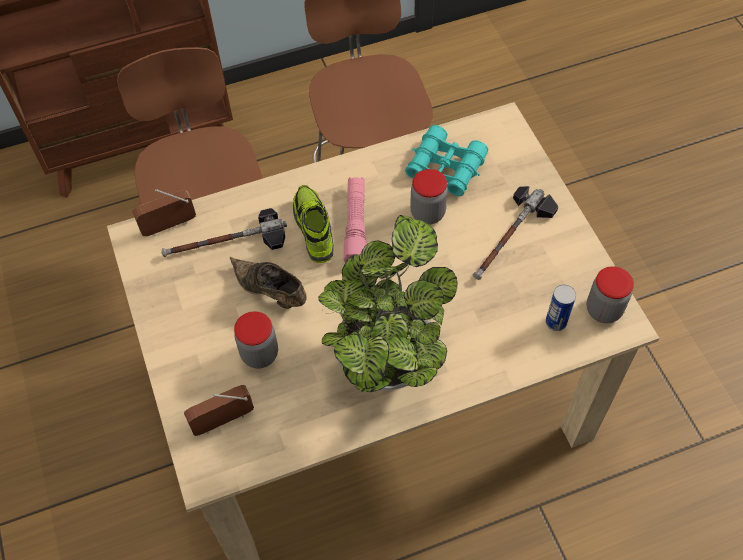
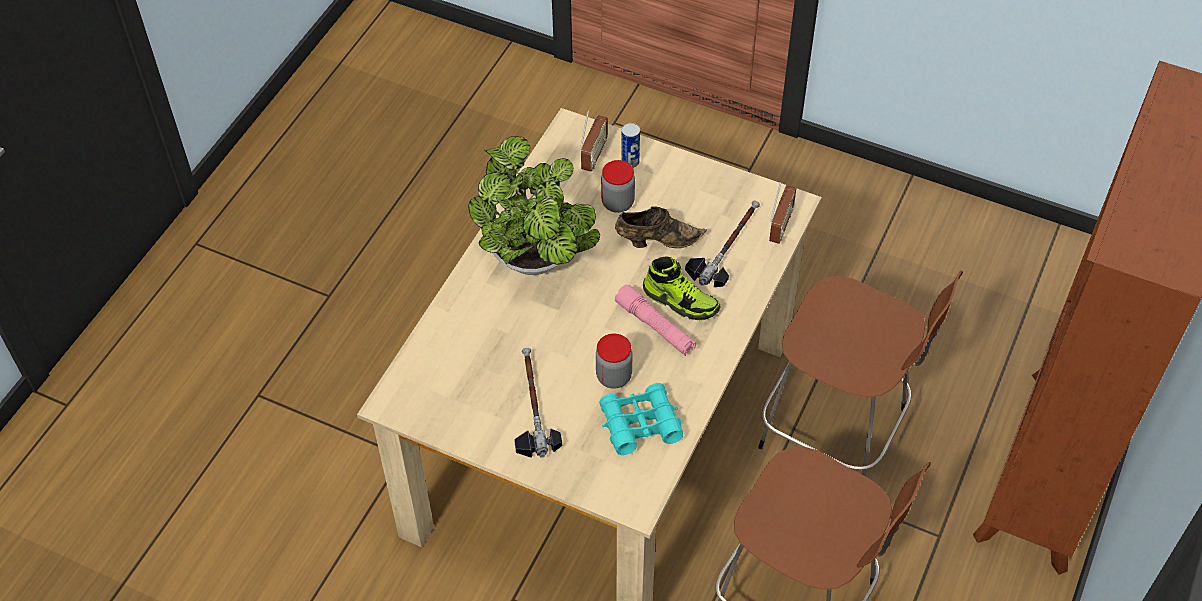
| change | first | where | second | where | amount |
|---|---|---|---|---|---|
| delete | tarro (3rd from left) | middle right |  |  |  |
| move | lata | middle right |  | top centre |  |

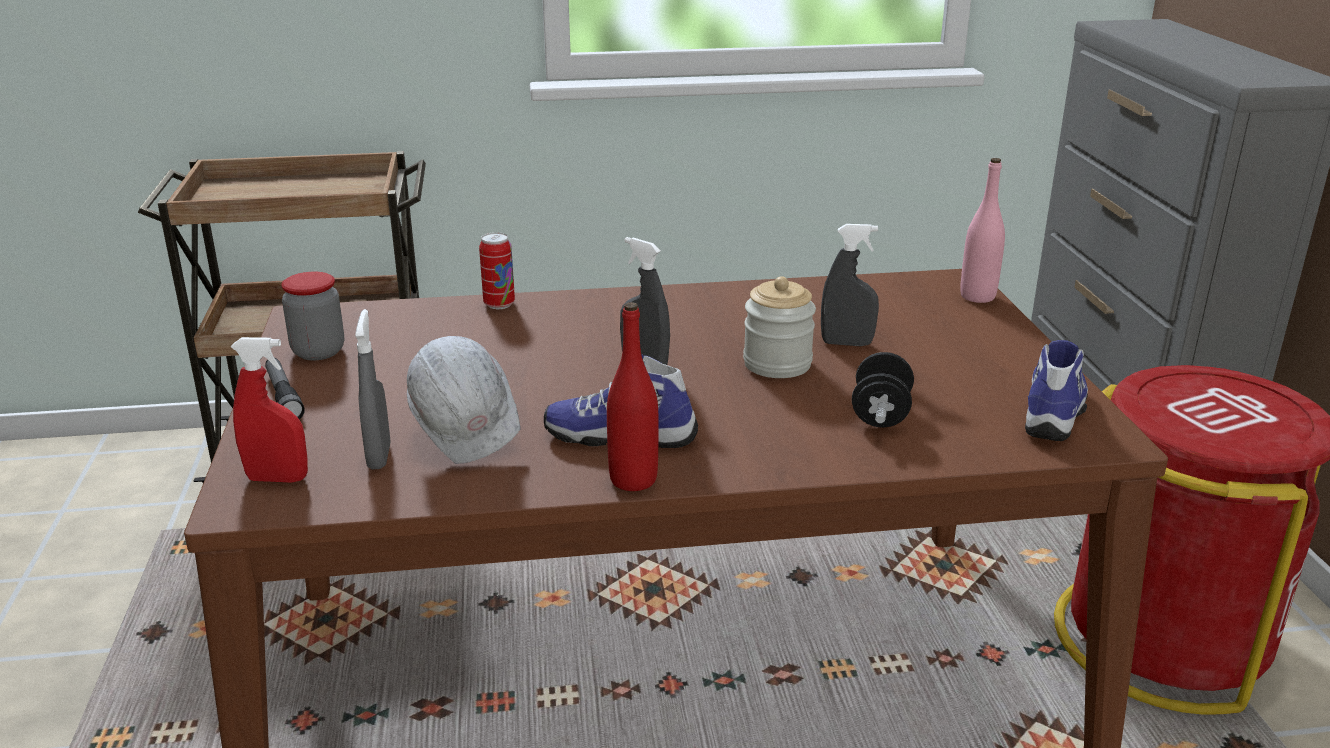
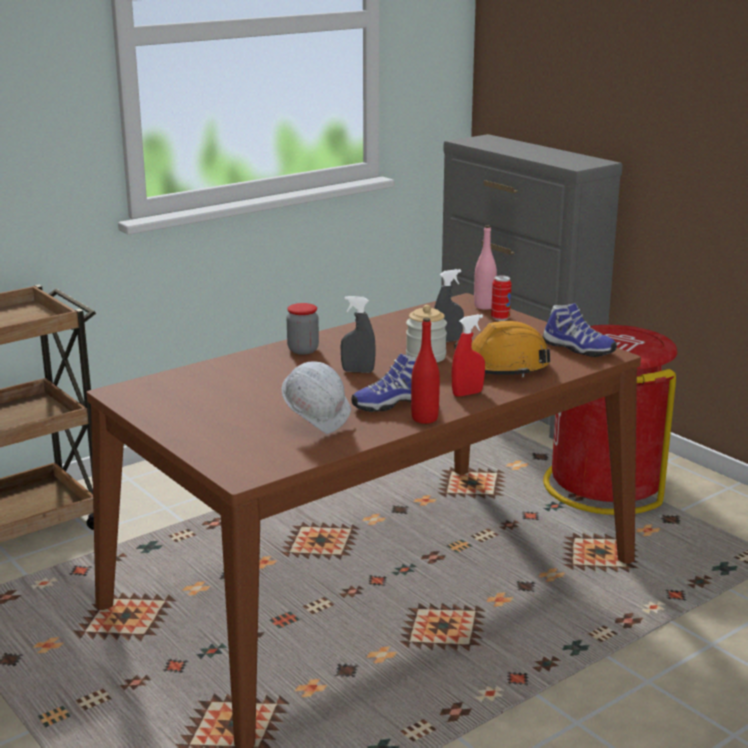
| change | first | where | second | where | amount |
|---|---|---|---|---|---|
| delete | linterna | middle left |  |  |  |
| delete | pulverizador/gris (1st from left) | middle left |  |  |  |
| move | pulverizador/rojo | middle left |  | centre |  |
| move | tarro (1st from left) | middle left |  | centre |  |
| move | lata | centre |  | middle right |  |
| replace | mancuerna/negro | centre | casco/naranja | middle right |  |
| rotate | zapato (2nd from left) | middle right |  | middle right | 135 degrees clockwise |

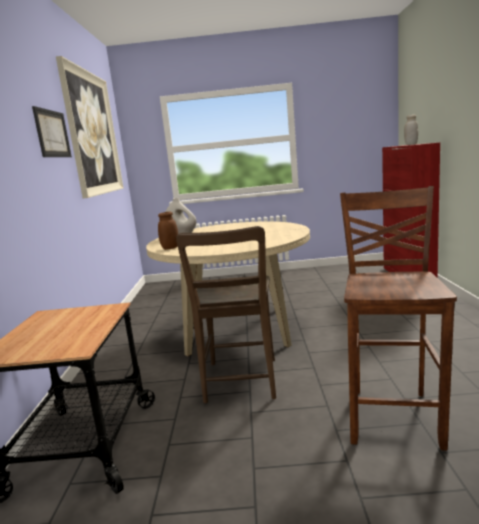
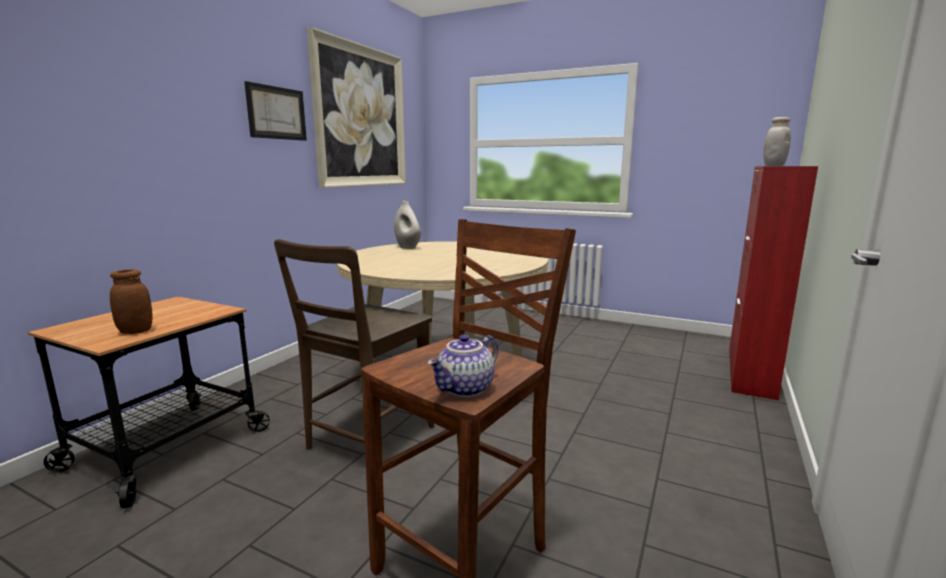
| change | first | where | second | where | amount |
|---|---|---|---|---|---|
| insert |  |  | tetera | centre |  |
| move | tarro/marrón | centre |  | middle left |  |

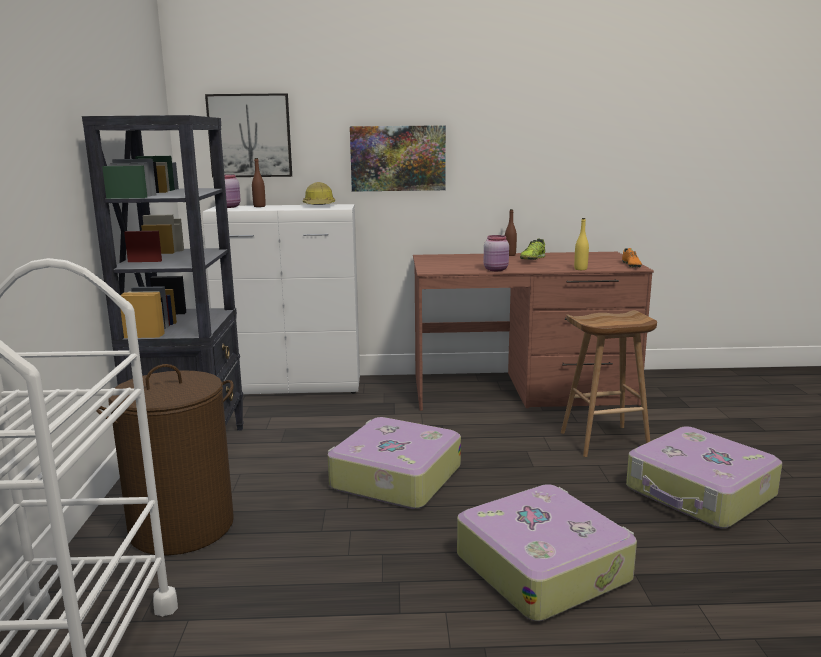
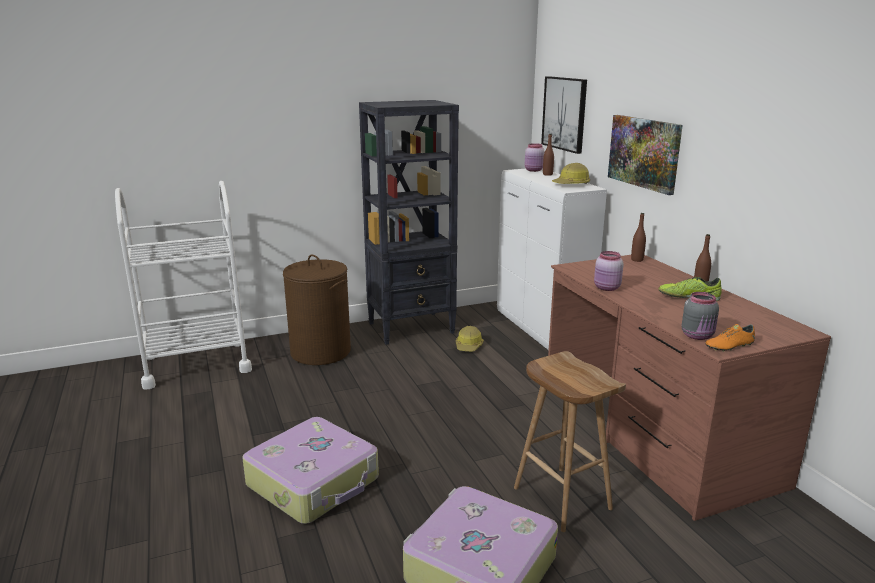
| change | first | where | second | where | amount |
|---|---|---|---|---|---|
| delete | maleta (1st from left) | bottom centre |  |  |  |
| delete | botella/amarillo | middle right |  |  |  |
| insert |  |  | casco (1st from left) | centre |  |
| insert |  |  | botella/marrón (2nd from left) | middle right |  |
| insert |  |  | tarro/gris | middle right |  |

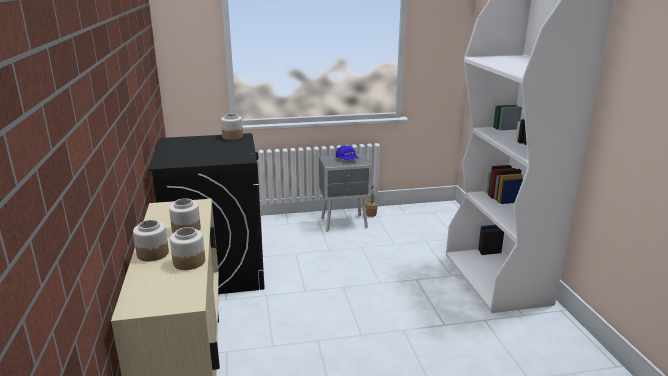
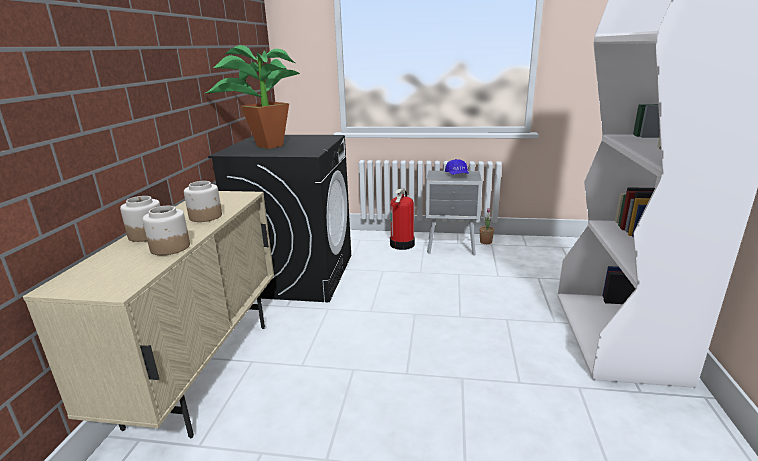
| change | first | where | second | where | amount |
|---|---|---|---|---|---|
| delete | tarro (4th from left) | centre |  |  |  |
| insert |  |  | planta en maceta (1st from left) | top left |  |
| insert |  |  | extintor | centre |  |

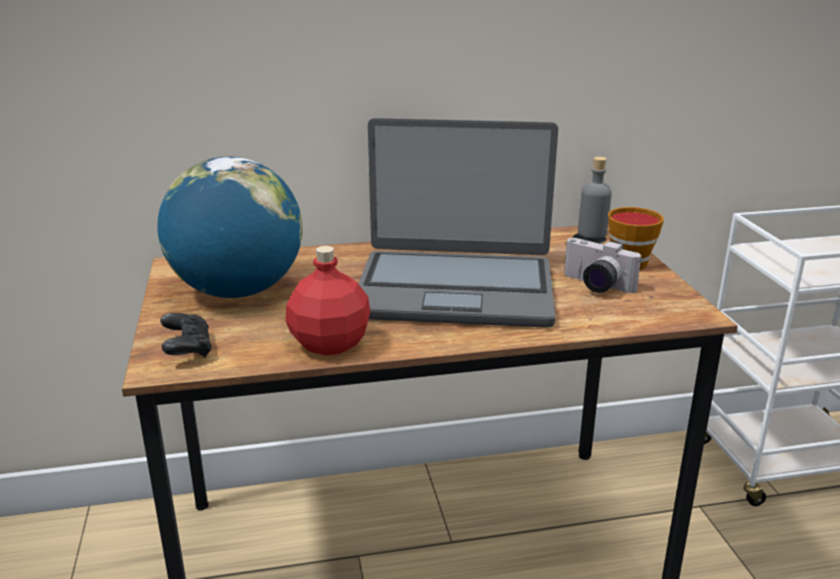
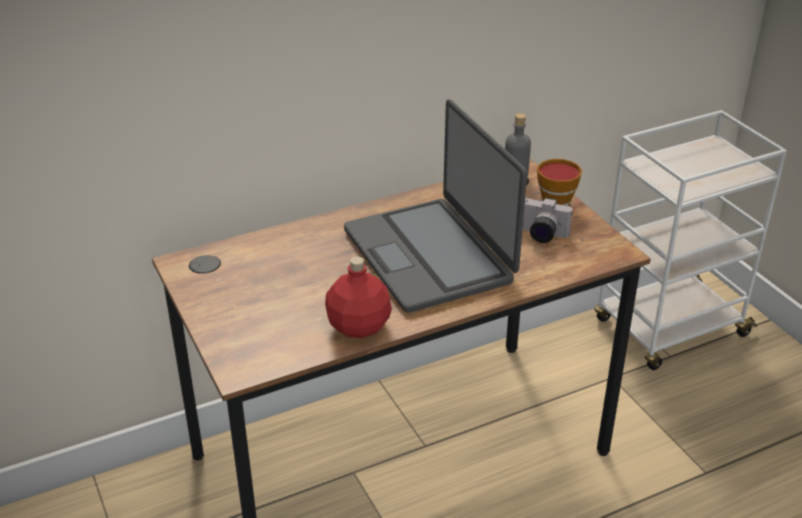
| change | first | where | second | where | amount |
|---|---|---|---|---|---|
| delete | globo terráqueo | middle left |  |  |  |
| delete | mando de consola/negro | middle left |  |  |  |
| rotate | portátil | centre |  | centre | 75 degrees clockwise |

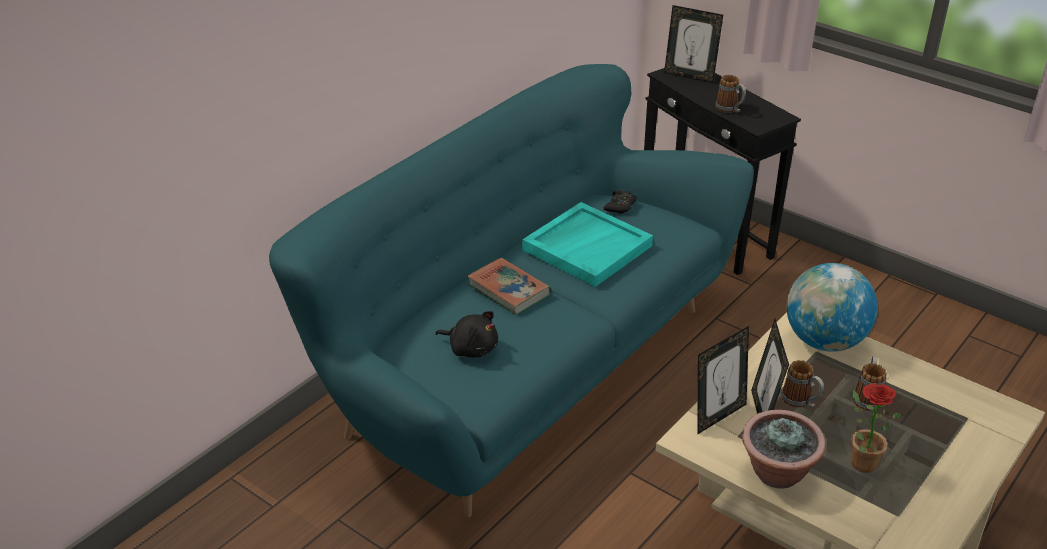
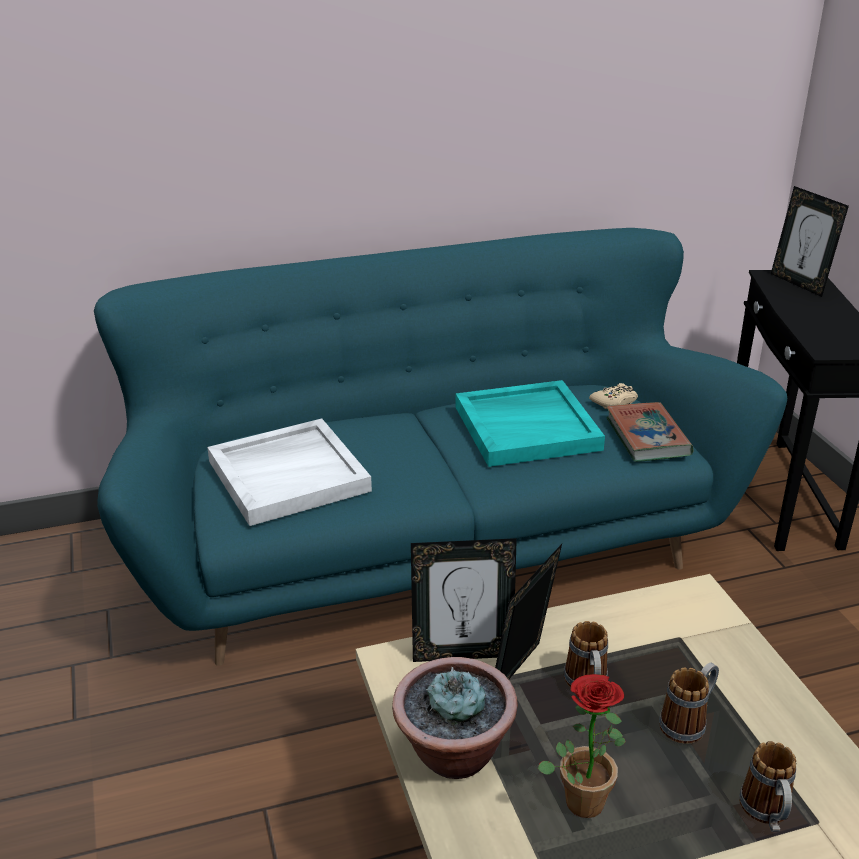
| change | first | where | second | where | amount |
|---|---|---|---|---|---|
| delete | globo terráqueo | middle right |  |  |  |
| move | libro | centre |  | middle right |  |
| move | taza grande (1st from left in the first image) | top right | taza grande (3rd from left) | bottom right |  |
| replace | peluche/negro | centre | bandeja/blanco | centre |  |
| recolor | mando de consola/negro | centre | mando de consola/beis | middle right |  |

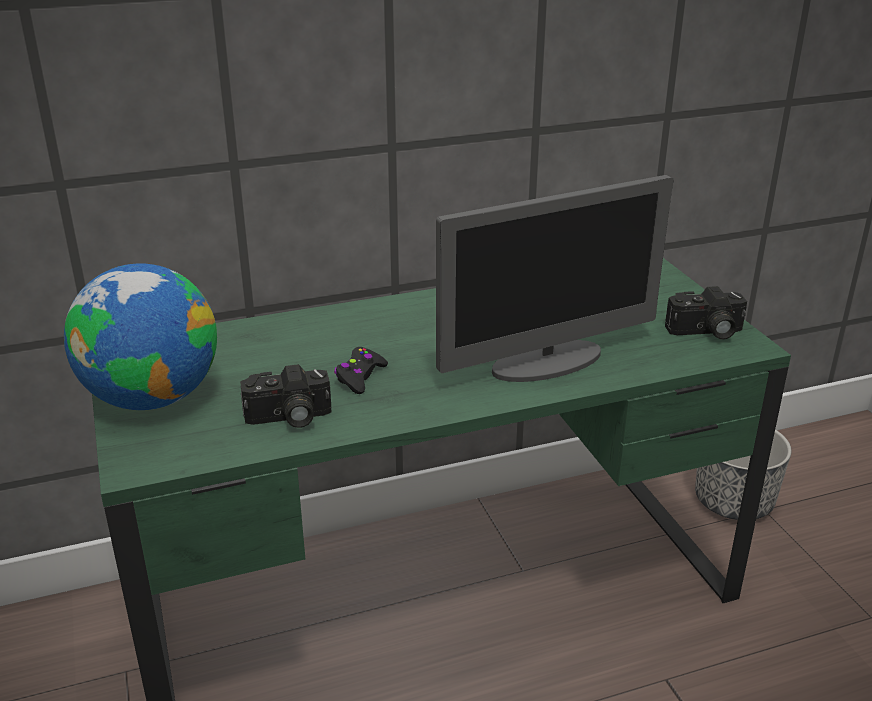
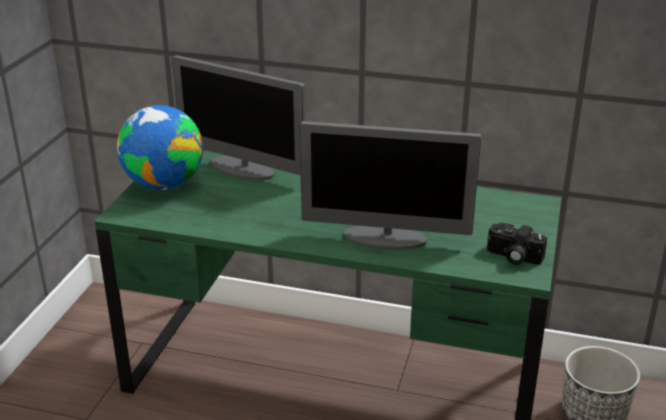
| change | first | where | second | where | amount |
|---|---|---|---|---|---|
| delete | cámara (1st from left) | middle left |  |  |  |
| delete | mando de consola/negro | centre |  |  |  |
| insert |  |  | monitor (1st from left) | top centre |  |

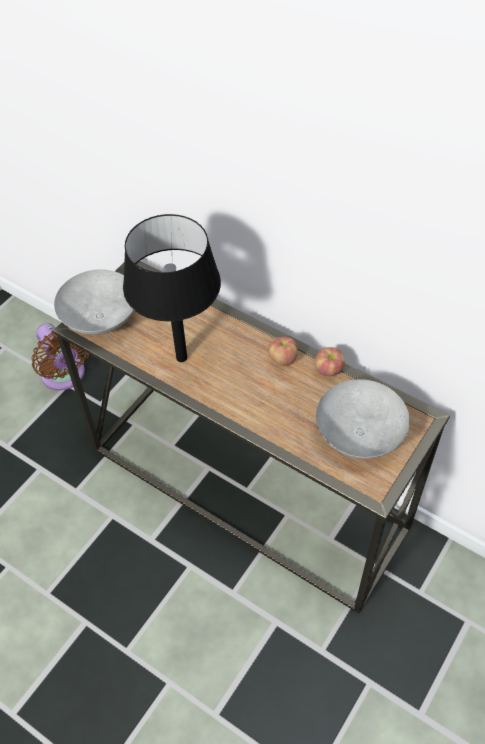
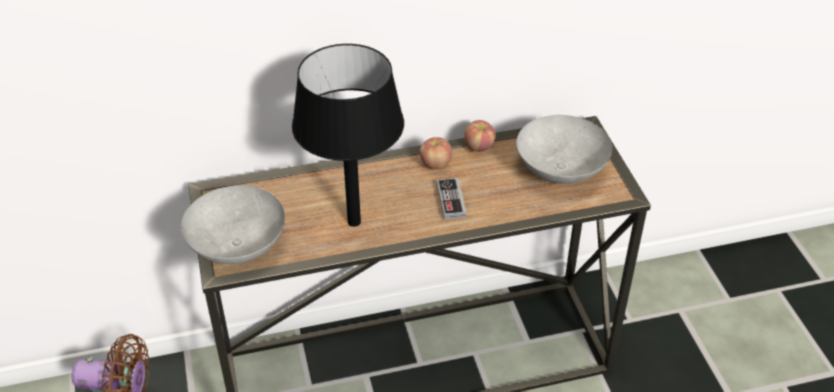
| change | first | where | second | where | amount |
|---|---|---|---|---|---|
| insert |  |  | mando de consola | centre |  |

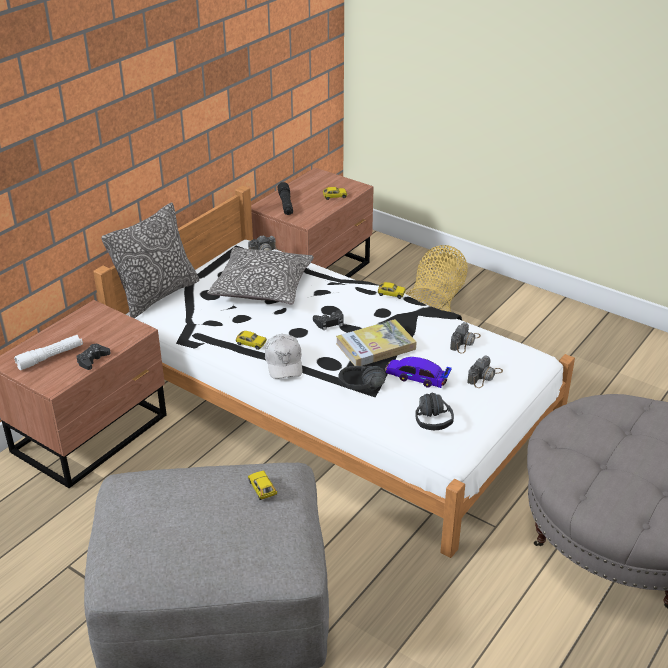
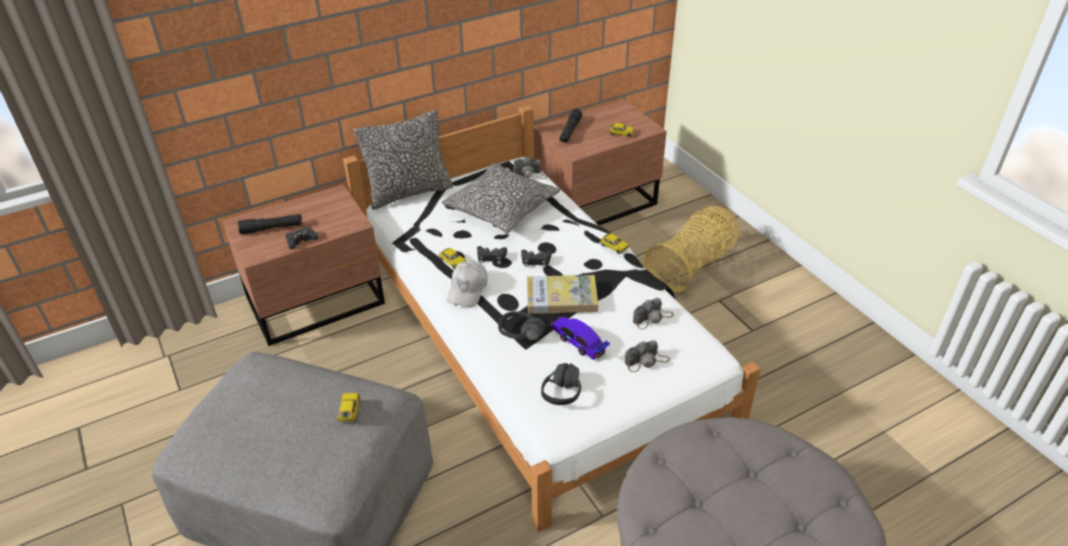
| change | first | where | second | where | amount |
|---|---|---|---|---|---|
| insert |  |  | mando de consola/negro (2nd from left) | centre |  |
| recolor | linterna/blanco | middle left | linterna/negro (1st from left) | middle left |  |

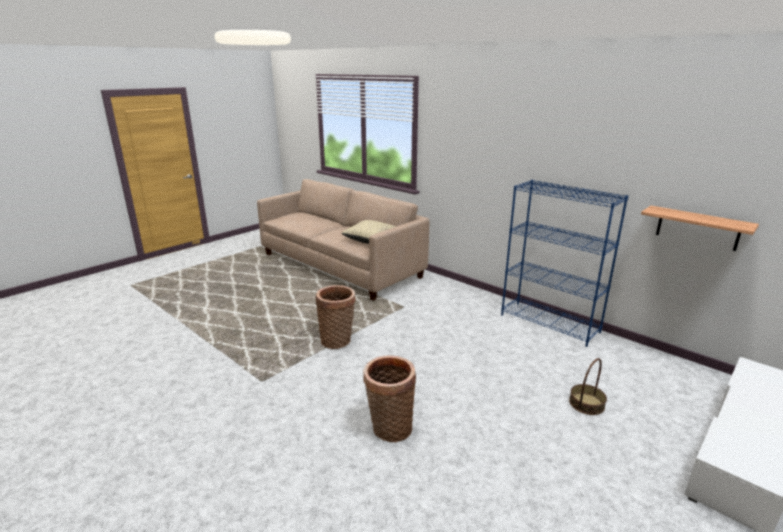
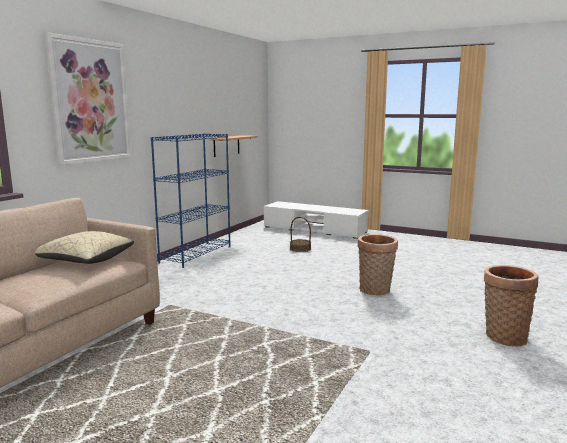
| change | first | where | second | where | amount |
|---|---|---|---|---|---|
| insert |  |  | cuadro | top left |  |
| move | cesta (1st from left in the first image) | centre | cesta (3rd from left) | bottom right |  |

